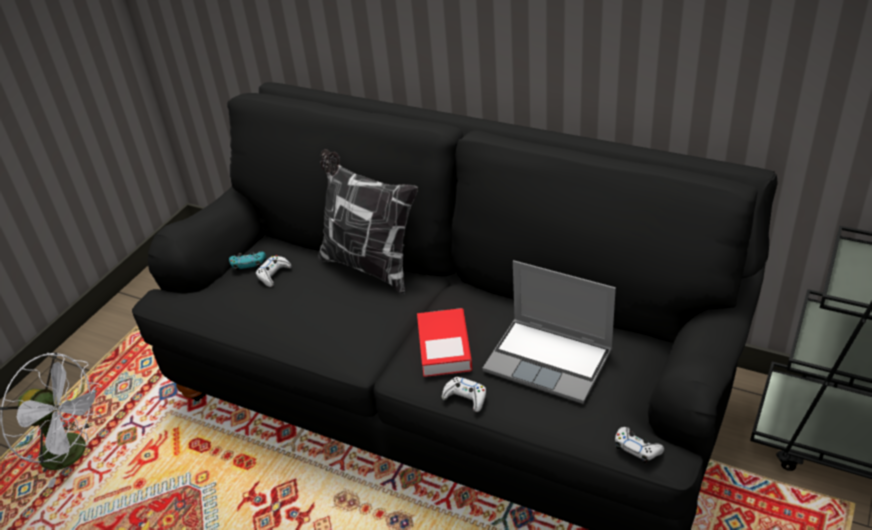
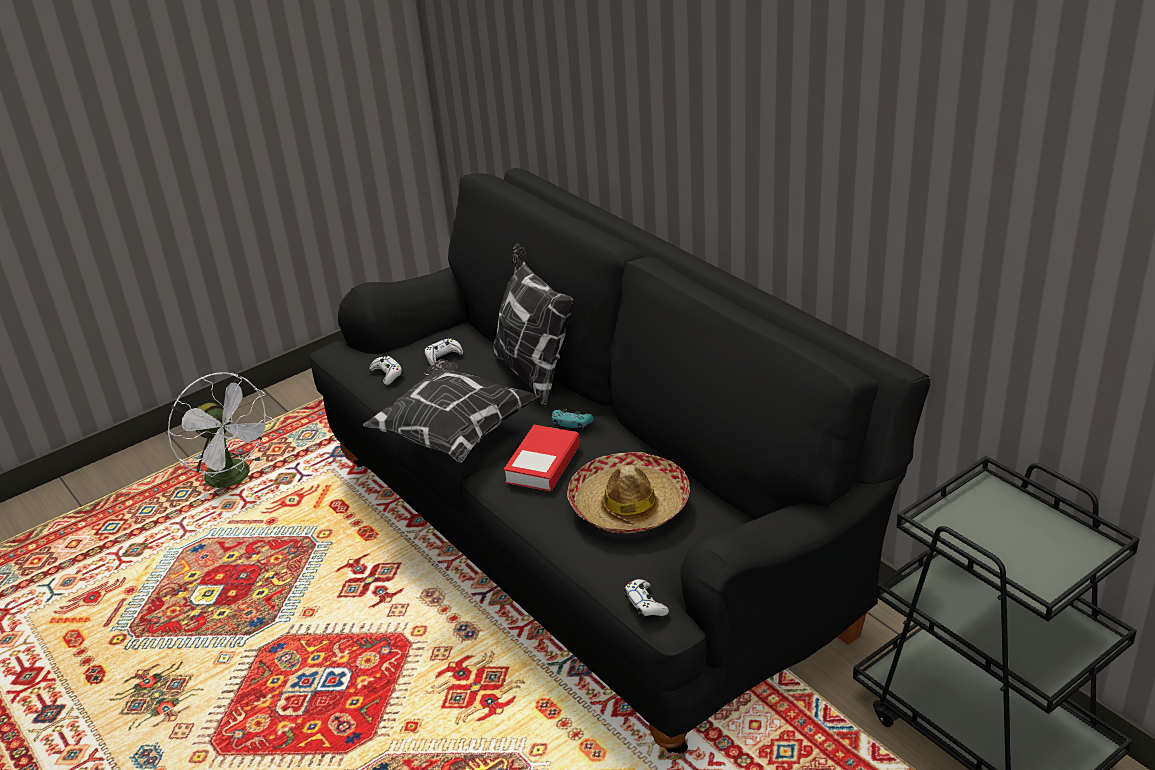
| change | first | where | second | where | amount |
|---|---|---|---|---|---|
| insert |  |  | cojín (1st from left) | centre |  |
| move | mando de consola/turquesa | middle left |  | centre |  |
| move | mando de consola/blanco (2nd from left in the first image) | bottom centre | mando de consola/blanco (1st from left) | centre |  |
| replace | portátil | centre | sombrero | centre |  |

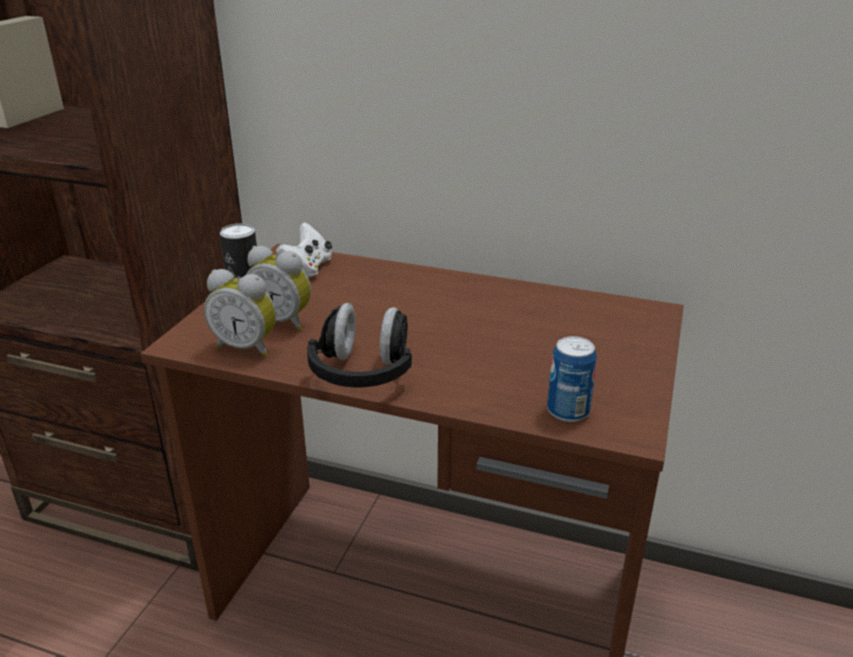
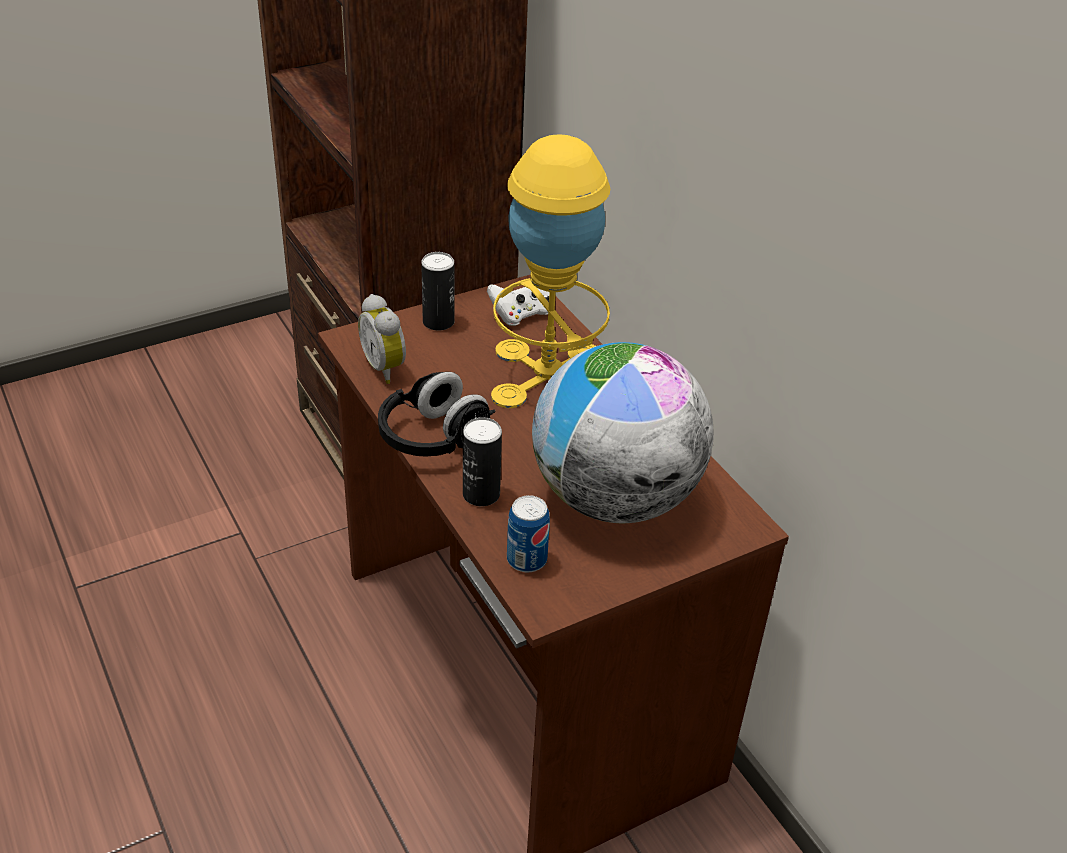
| change | first | where | second | where | amount |
|---|---|---|---|---|---|
| delete | despertador (2nd from left) | middle left |  |  |  |
| insert |  |  | lata (2nd from left) | centre |  |
| insert |  |  | lámpara de mesa/amarillo | top centre |  |
| insert |  |  | globo terráqueo | centre |  |

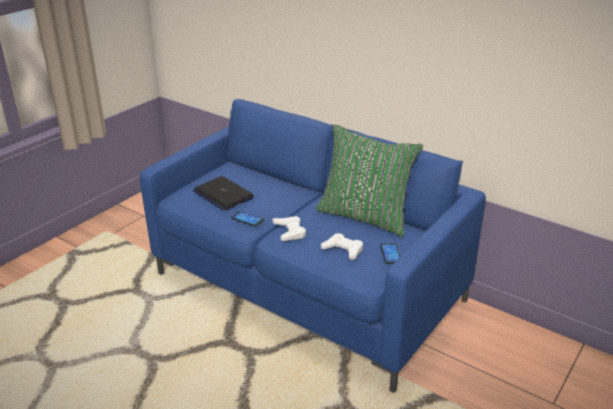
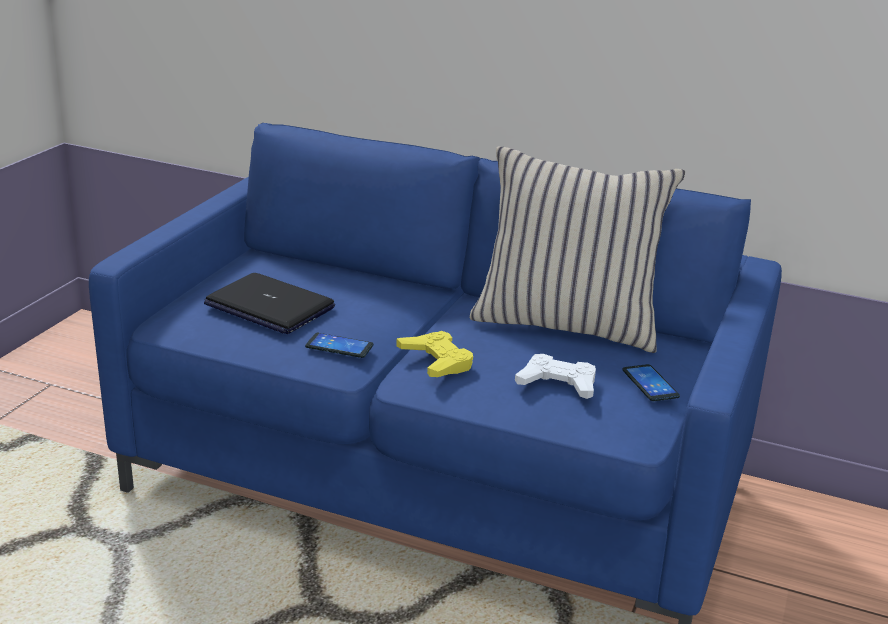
| change | first | where | second | where | amount |
|---|---|---|---|---|---|
| recolor | mando de consola/blanco (1st from left) | centre | mando de consola/amarillo | centre |  |
| recolor | cojín/verde | centre | cojín/beis | centre |  |

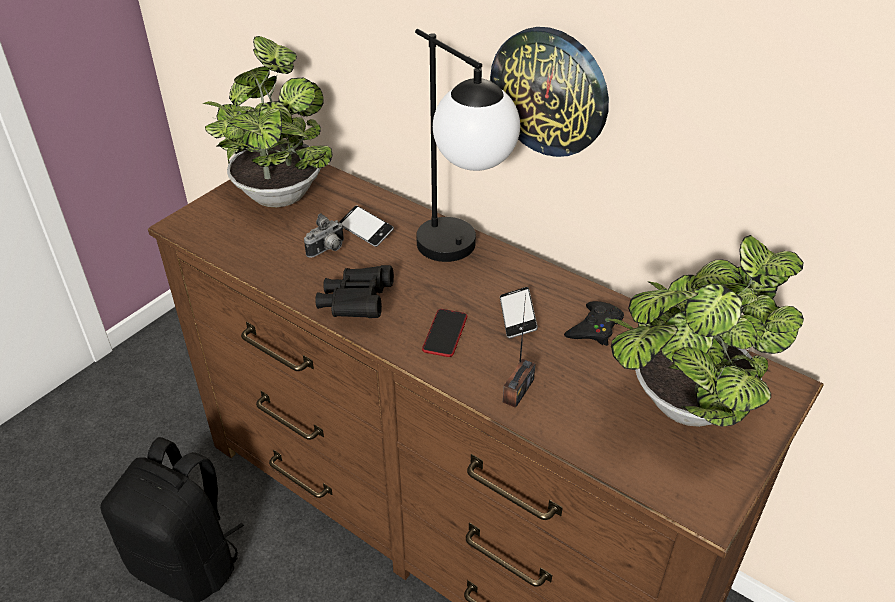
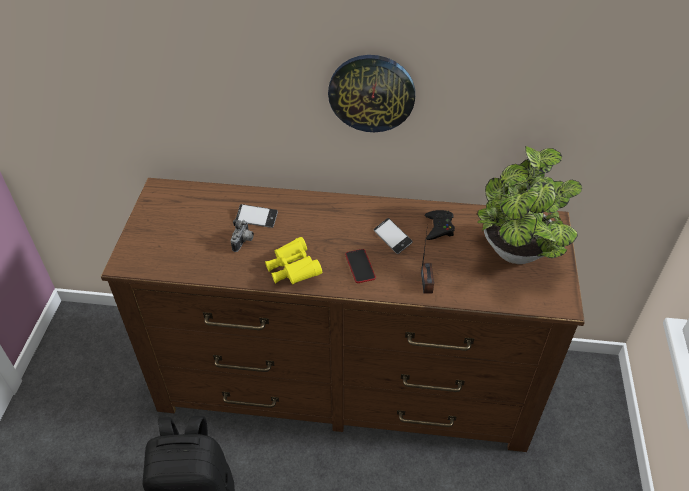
| change | first | where | second | where | amount |
|---|---|---|---|---|---|
| delete | planta en maceta (1st from left) | top left |  |  |  |
| delete | lámpara de mesa | top centre |  |  |  |
| recolor | prismáticos/negro | centre | prismáticos/amarillo | centre |  |

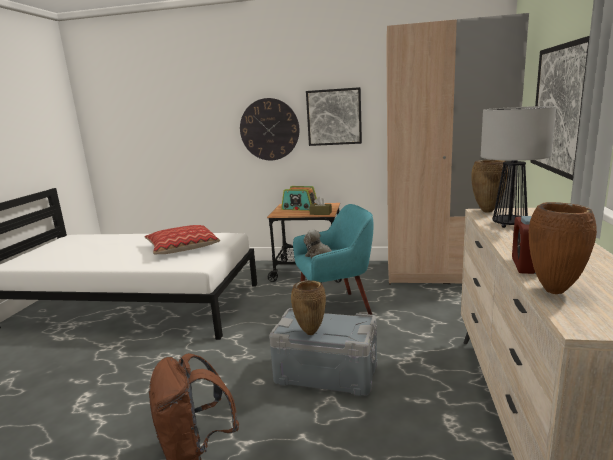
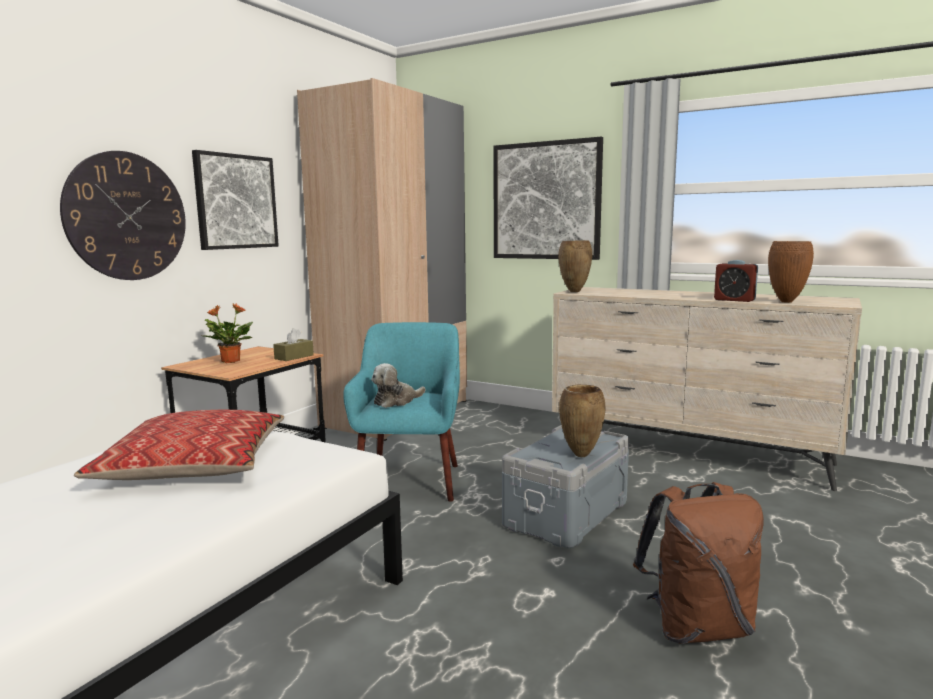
| change | first | where | second | where | amount |
|---|---|---|---|---|---|
| delete | lámpara de mesa | middle right |  |  |  |
| replace | radio | centre | planta en maceta | middle left |  |

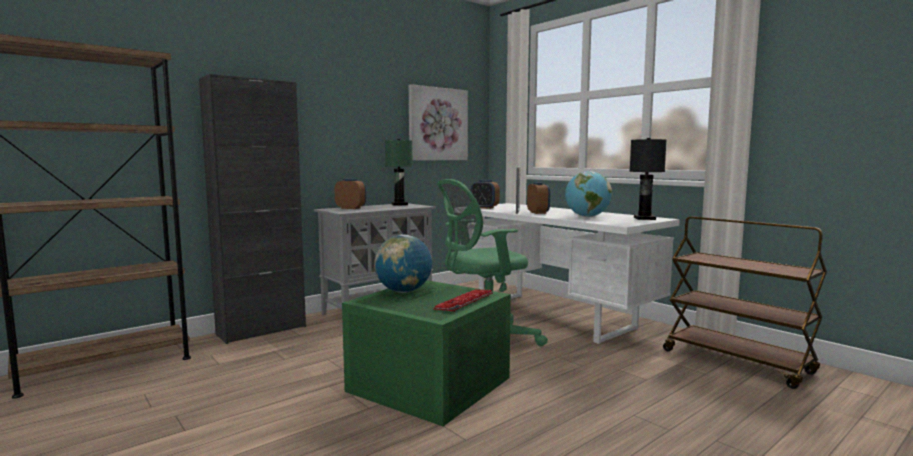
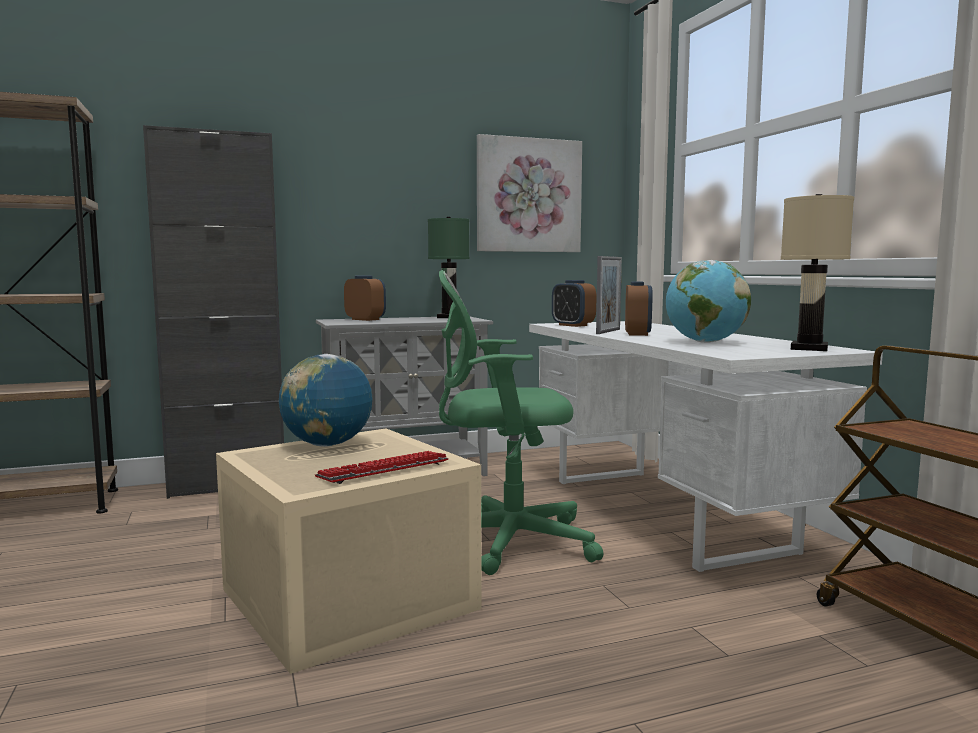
| change | first | where | second | where | amount |
|---|---|---|---|---|---|
| recolor | caja de almacenaje/verde | bottom centre | caja de almacenaje/beis | bottom centre |  |
| recolor | lámpara de mesa/negro | middle right | lámpara de mesa/beis | middle right |  |

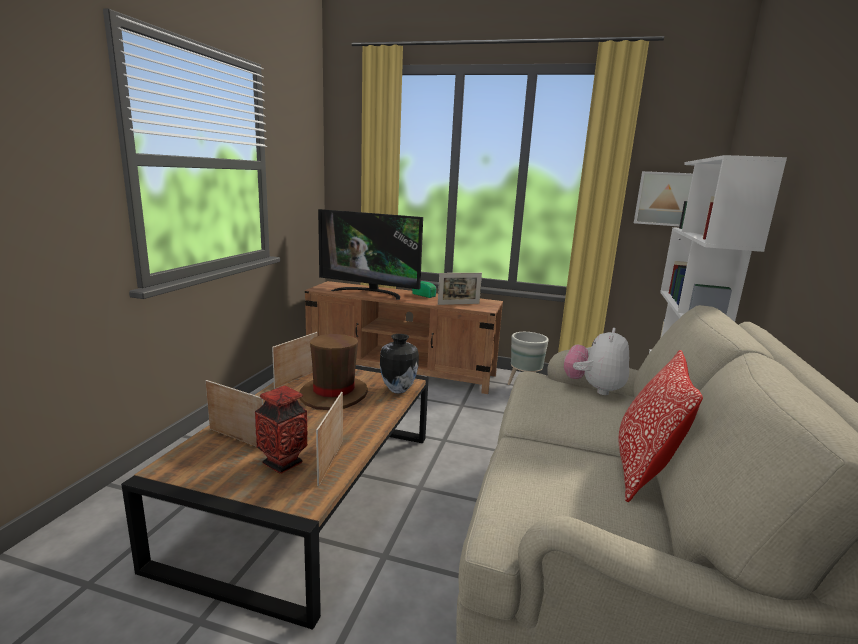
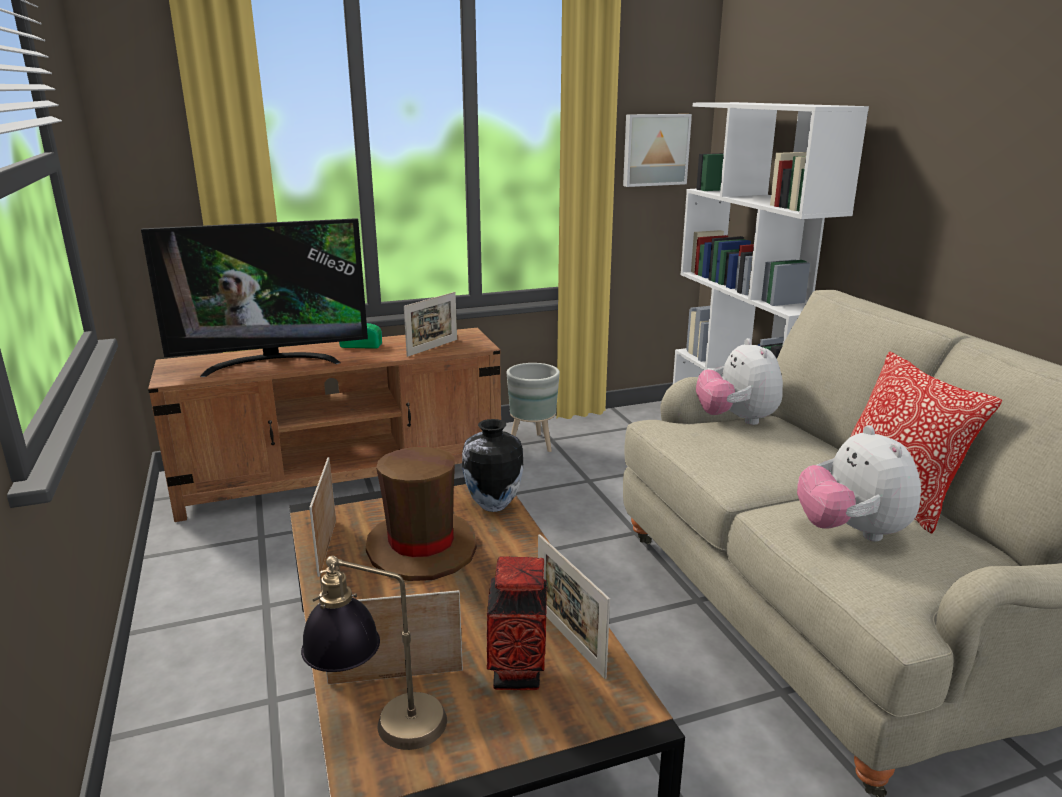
| change | first | where | second | where | amount |
|---|---|---|---|---|---|
| insert |  |  | lámpara de mesa | bottom centre |  |
| insert |  |  | peluche (2nd from left) | middle right |  |

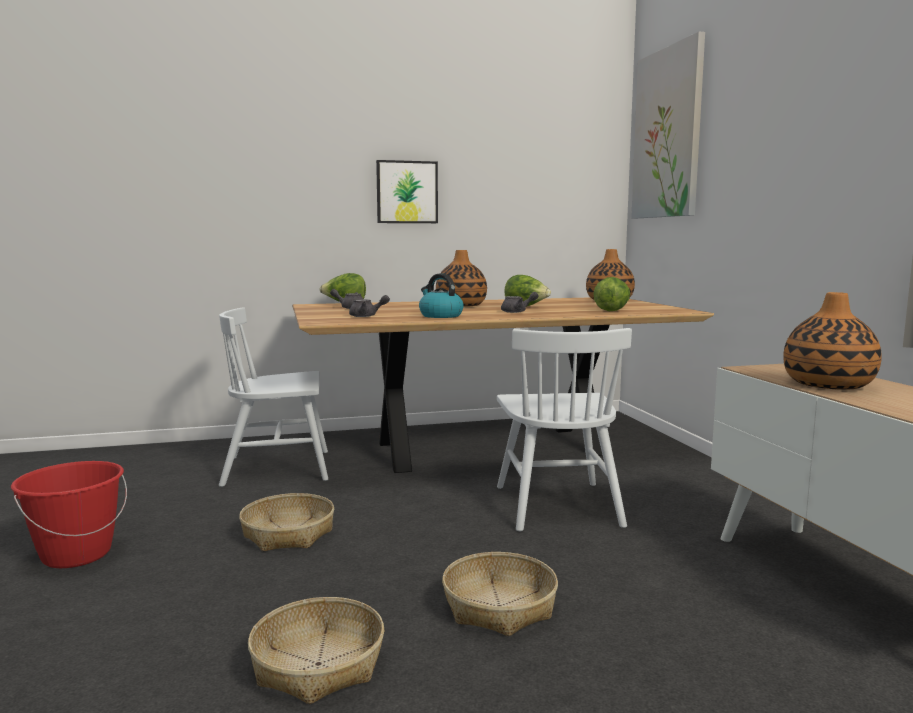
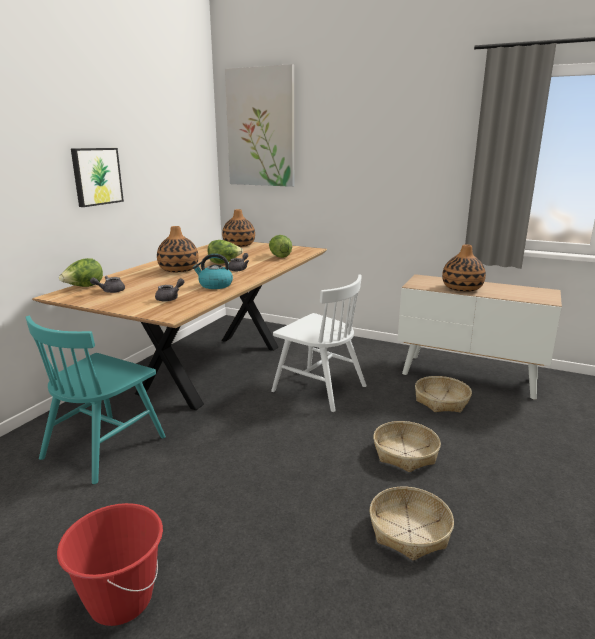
| change | first | where | second | where | amount |
|---|---|---|---|---|---|
| move | cesta (1st from left in the first image) | bottom left | cesta (3rd from left) | middle right |  |
| recolor | silla/blanco (1st from left) | middle left | silla/turquesa | middle left |  |

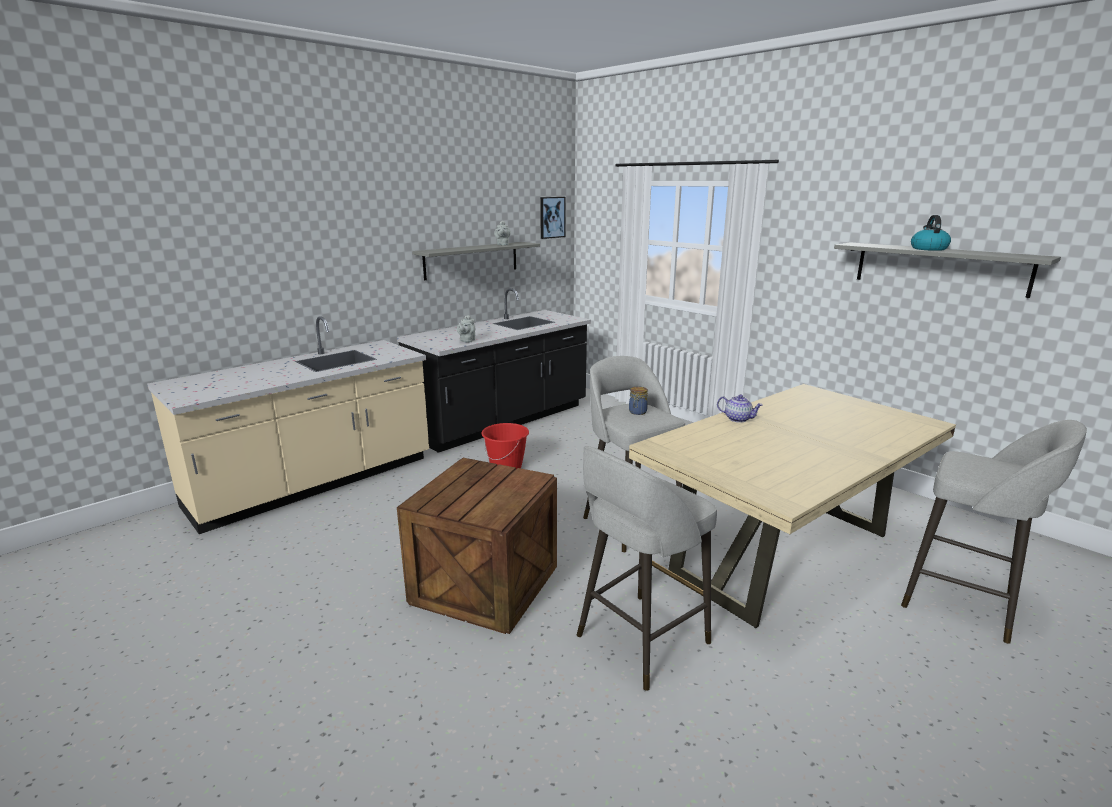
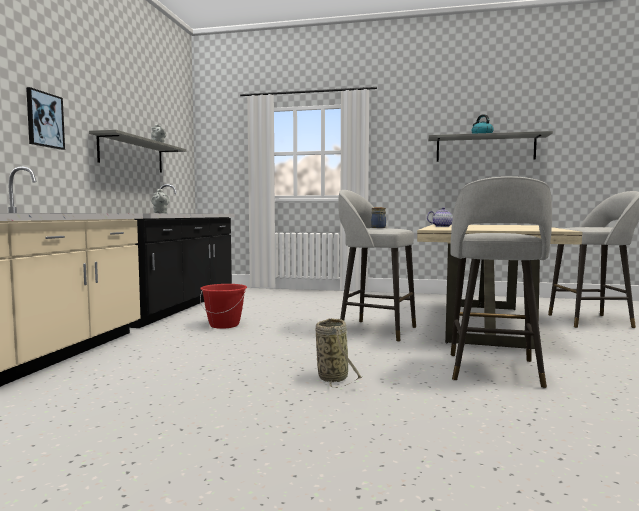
| change | first | where | second | where | amount |
|---|---|---|---|---|---|
| move | cuadro | top centre |  | top left |  |
| replace | caja de embalaje | bottom centre | cesta | bottom centre |  |

